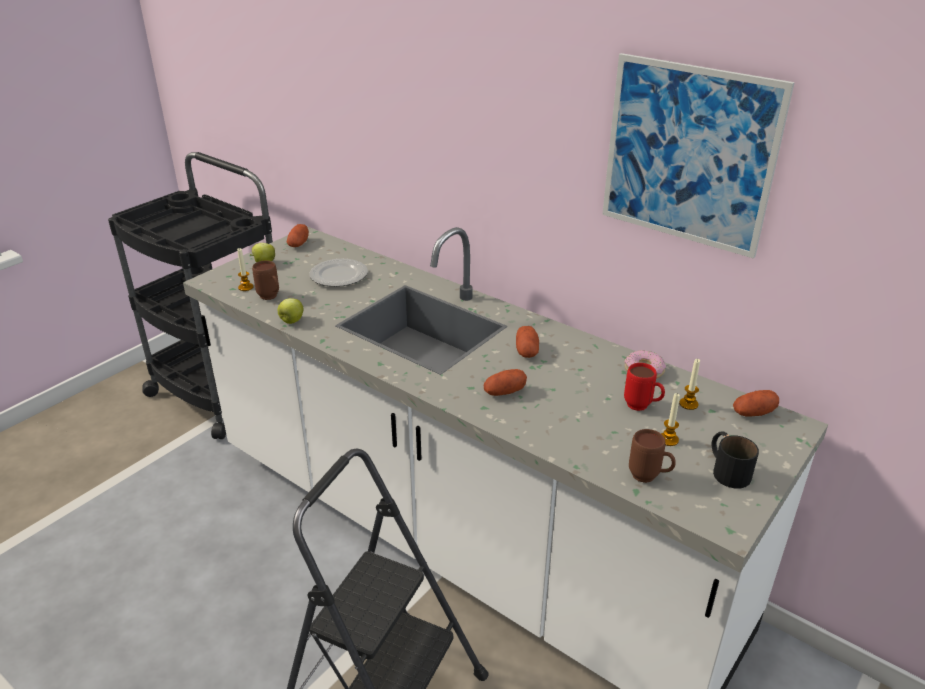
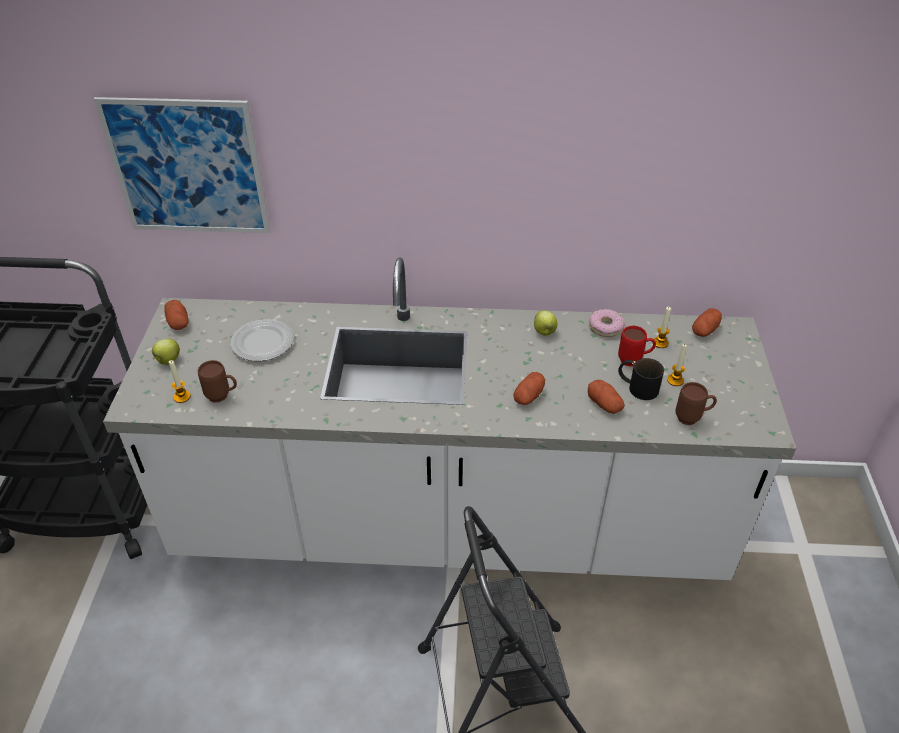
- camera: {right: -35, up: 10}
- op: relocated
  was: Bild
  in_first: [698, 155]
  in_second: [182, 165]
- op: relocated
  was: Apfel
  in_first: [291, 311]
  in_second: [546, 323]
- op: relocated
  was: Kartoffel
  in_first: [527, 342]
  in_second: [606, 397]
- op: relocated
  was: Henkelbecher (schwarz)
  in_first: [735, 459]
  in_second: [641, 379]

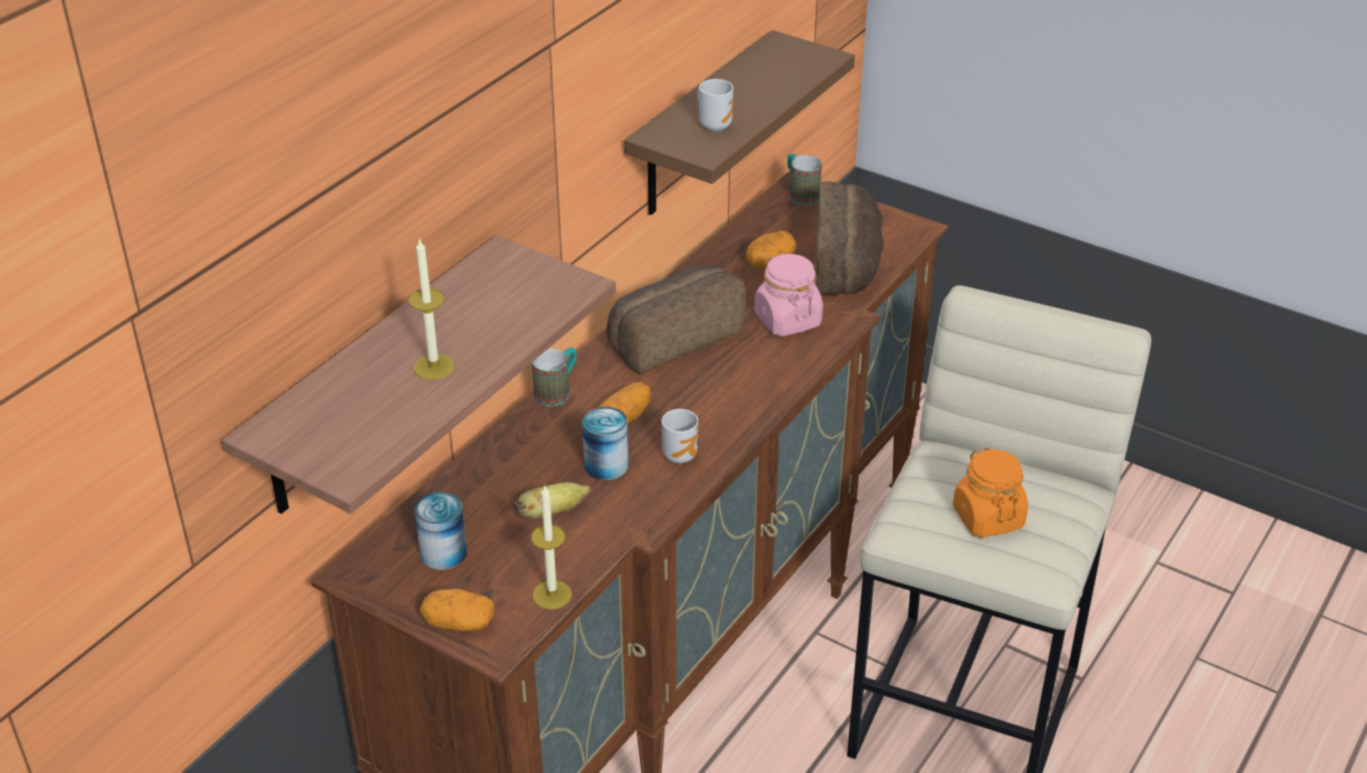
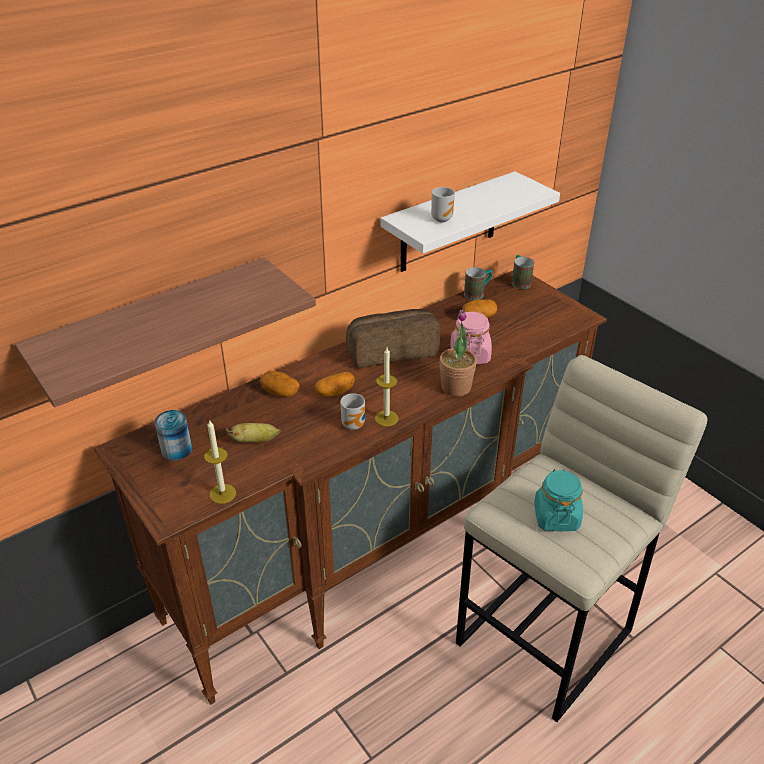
- camera: {right: 20, up: 0}
- op: colour
  was: Wandregal (braun)
  now: Wandregal (weiß)
  in_first: [739, 122]
  in_second: [470, 221]
- op: missing
  was: Brot
  in_first: [849, 238]
- op: relocated
  was: Kerze
  in_first: [431, 309]
  in_second: [387, 387]
- op: relocated
  was: Henkelbecher
  in_first: [554, 377]
  in_second: [478, 283]
- op: missing
  was: Dose
  in_first: [605, 443]
- op: colour
  was: Vorratsglas (orange)
  now: Vorratsglas (türkis)
  in_first: [990, 493]
  in_second: [558, 500]
- op: relocated
  was: Kartoffel
  in_first: [457, 610]
  in_second: [280, 384]
- op: appeared
  now: Topfpflanze
  in_second: [458, 353]

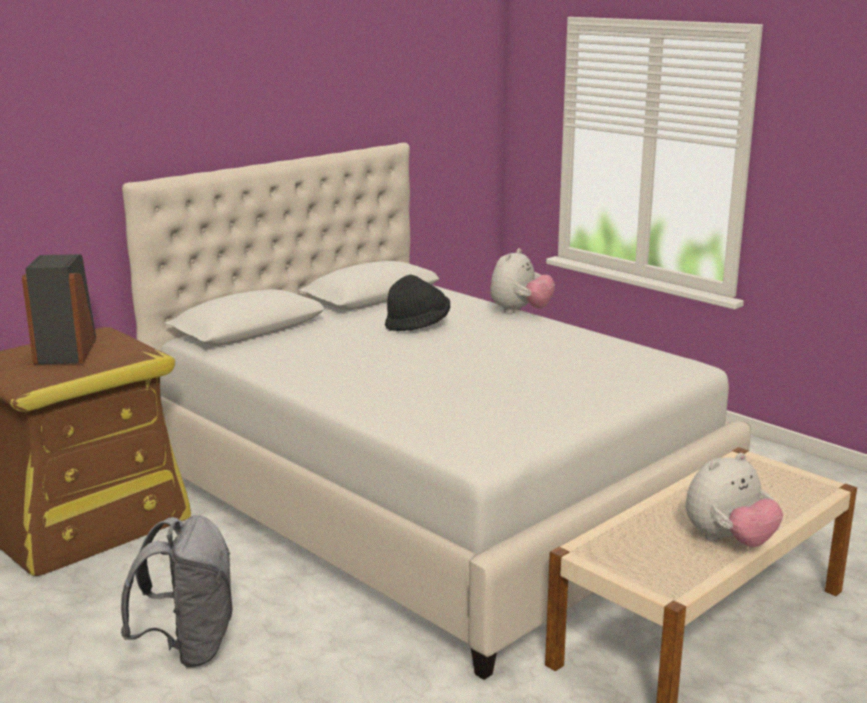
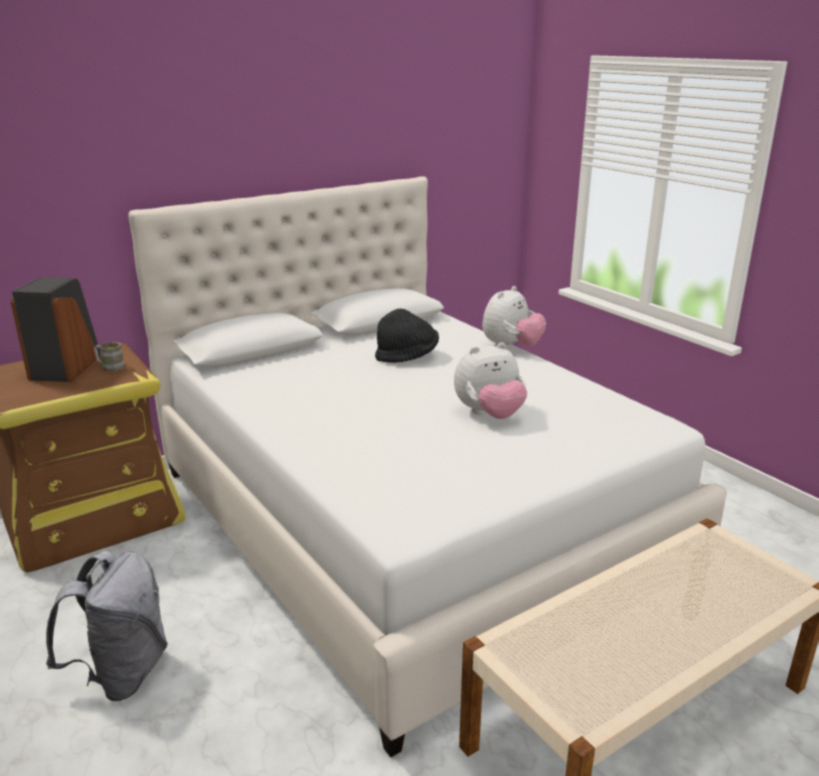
- camera: {right: 10, up: 5}
- op: relocated
  was: Plüschtier
  in_first: [734, 500]
  in_second: [490, 380]
- op: appeared
  now: Henkelbecher (braun)
  in_second: [109, 357]

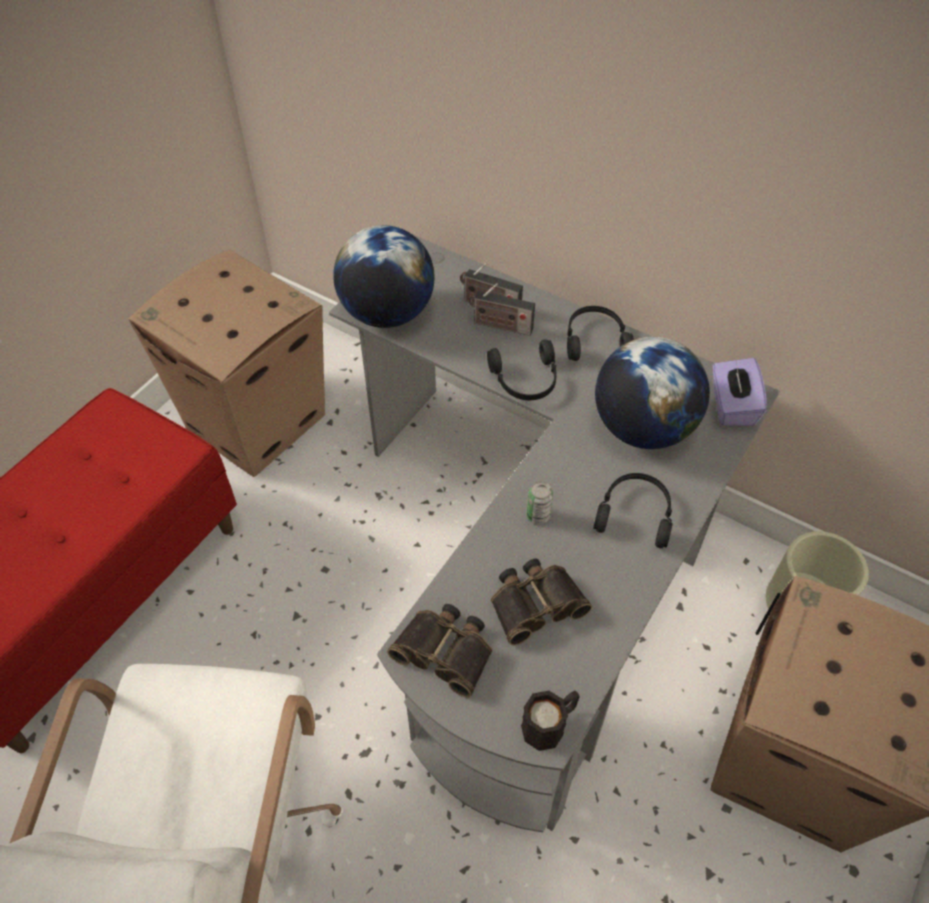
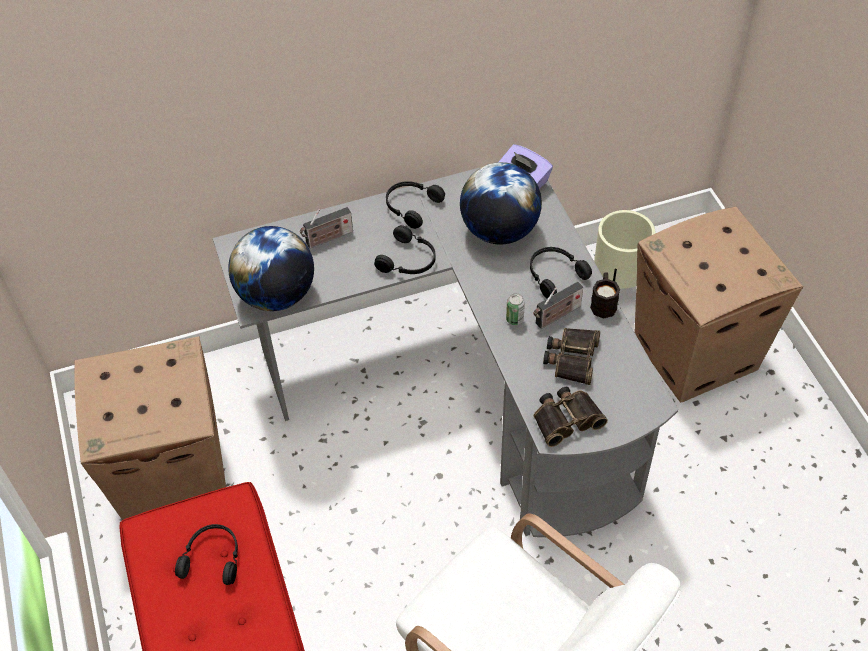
- camera: {right: -50, up: 0}
- op: relocated
  was: Radio
  in_first: [502, 309]
  in_second: [558, 305]
- op: relocated
  was: Henkelbecher (schwarz)
  in_first: [550, 721]
  in_second: [605, 295]
- op: appeared
  now: Kopfhörer (schwarz)
  in_second: [206, 554]

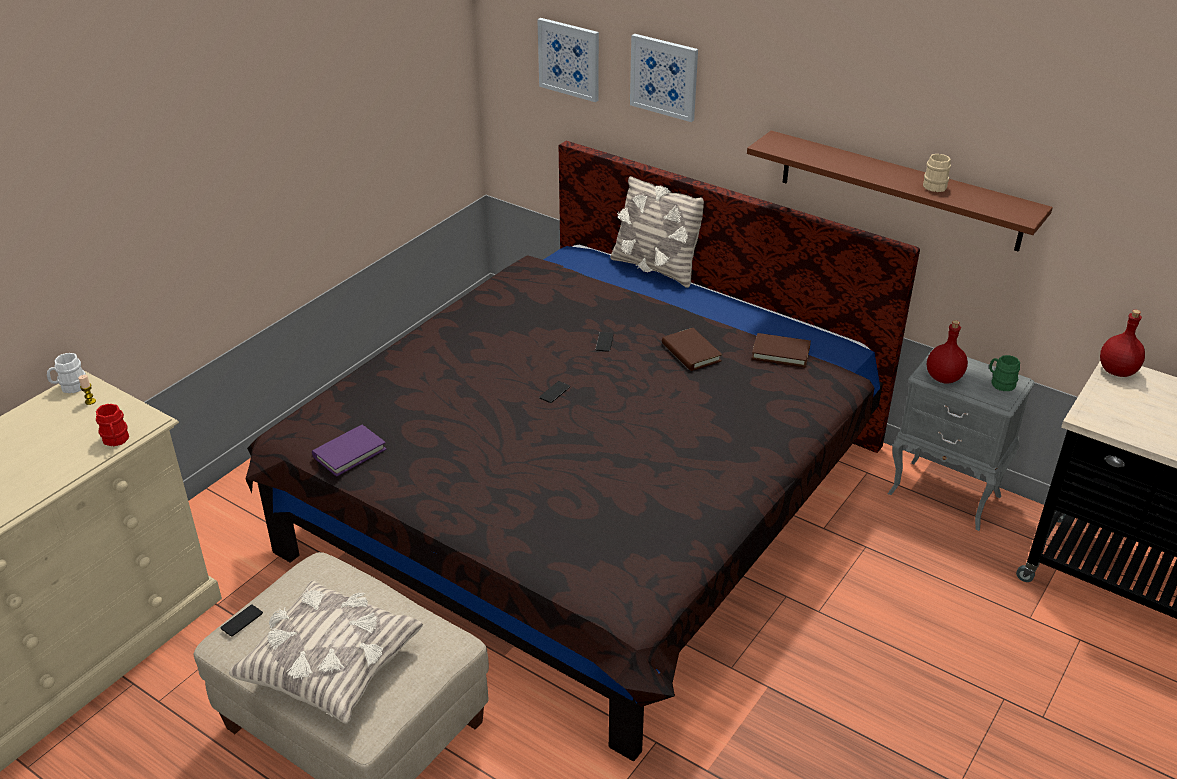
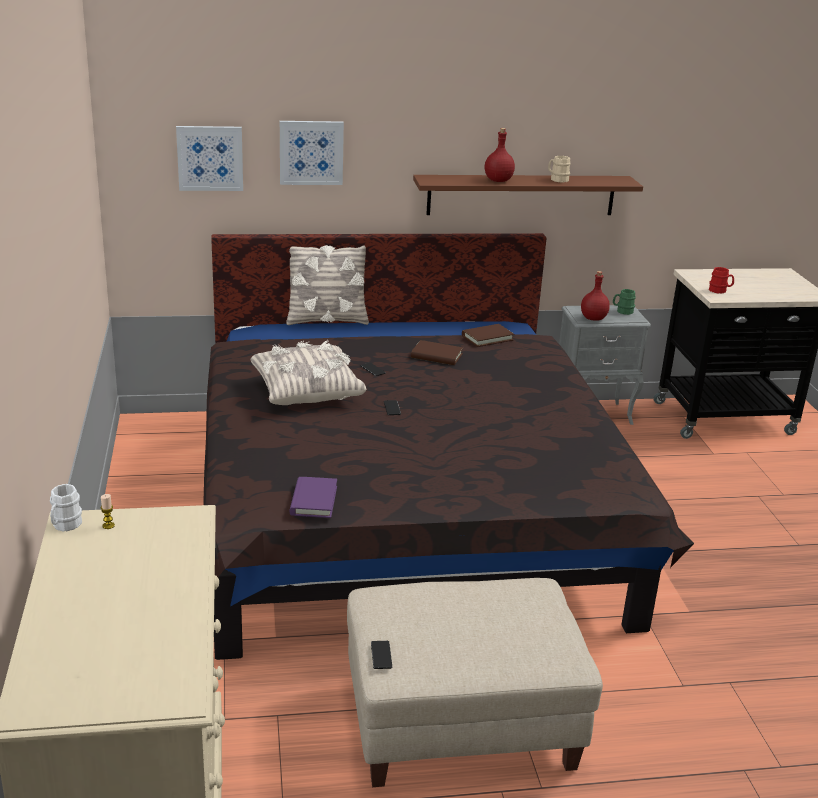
- camera: {right: -45, up: -10}
- op: relocated
  was: Flasche (rot)
  in_first: [1122, 343]
  in_second: [500, 155]
- op: relocated
  was: Henkelbecher (rot)
  in_first: [112, 425]
  in_second: [721, 280]
- op: relocated
  was: Kissen (beige)
  in_first: [326, 652]
  in_second: [308, 372]

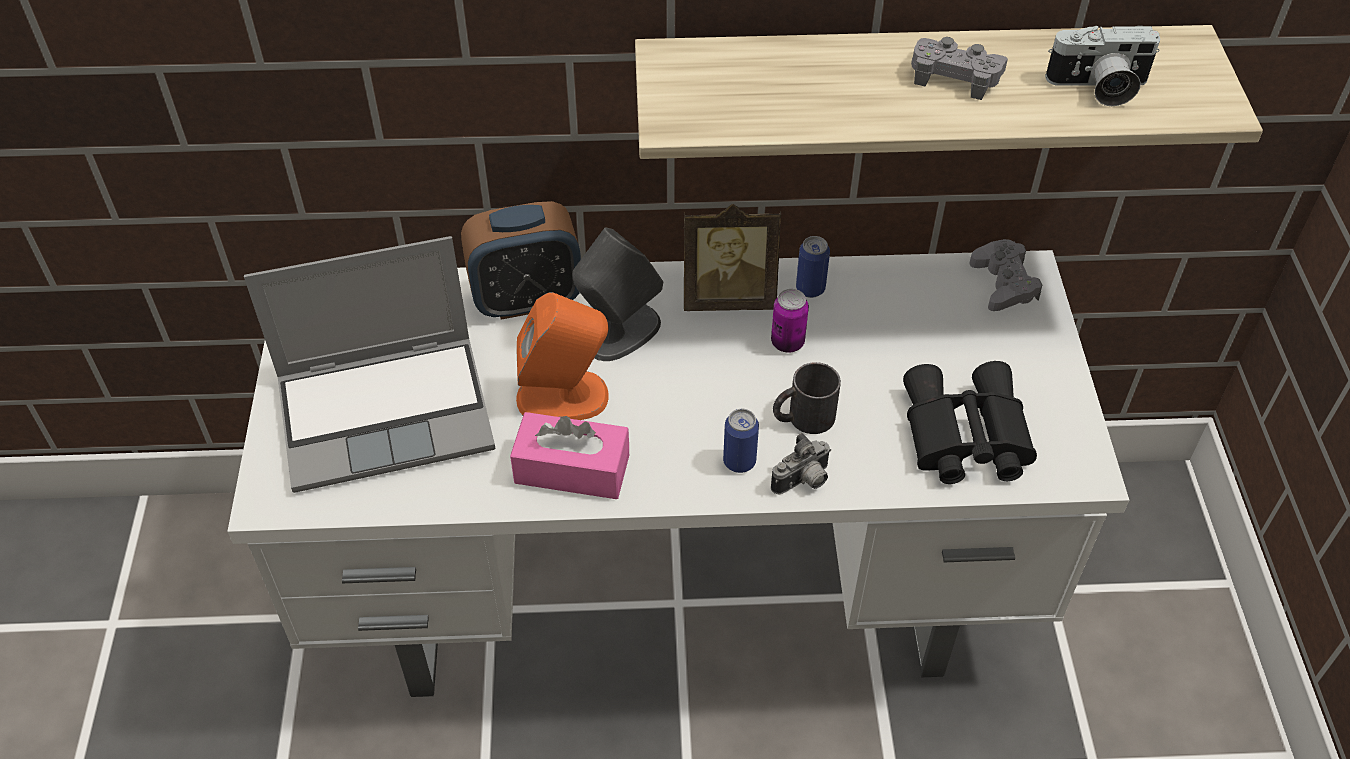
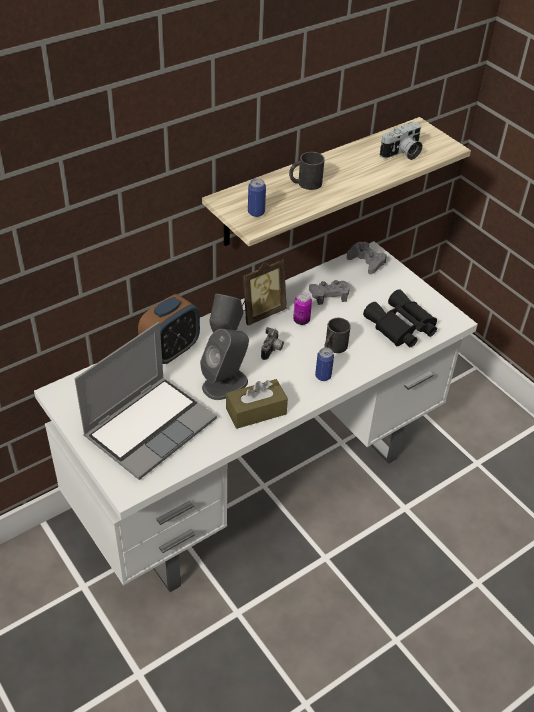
- camera: {right: -35, up: -5}
- op: relocated
  was: Gamepad (grau)
  in_first: [959, 68]
  in_second: [329, 292]
- op: relocated
  was: Dose
  in_first: [813, 267]
  in_second: [257, 197]
- op: colour
  was: Lautsprecher (orange)
  now: Lautsprecher (grau)
  in_first: [562, 356]
  in_second: [224, 364]
- op: colour
  was: Taschentuchbox (rosa)
  now: Taschentuchbox (braun)
  in_first: [569, 455]
  in_second: [257, 404]
- op: relocated
  was: Kamera
  in_first: [801, 464]
  in_second: [272, 343]
- op: appeared
  now: Henkelbecher (schwarz)
  in_second: [307, 171]

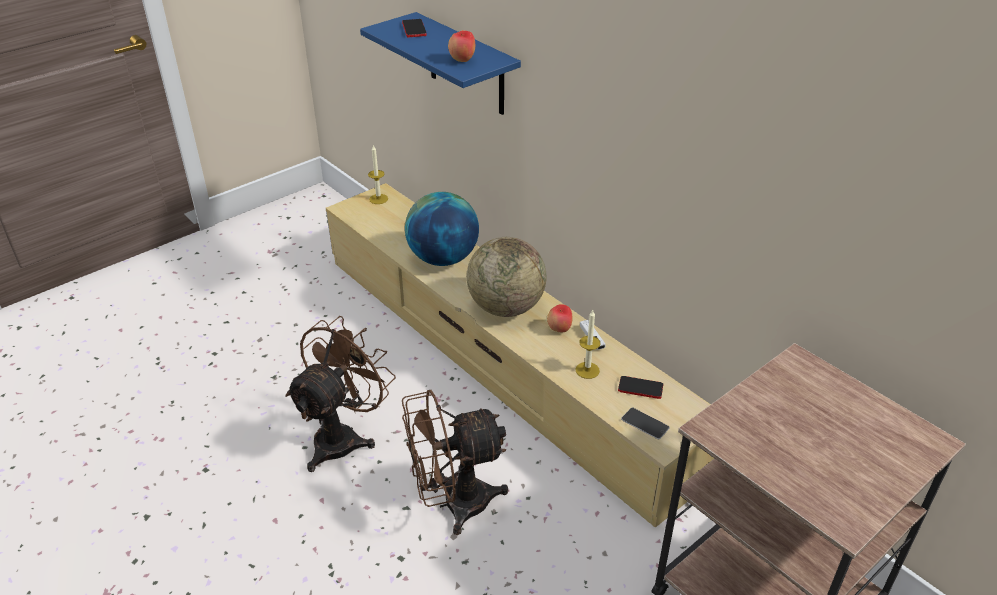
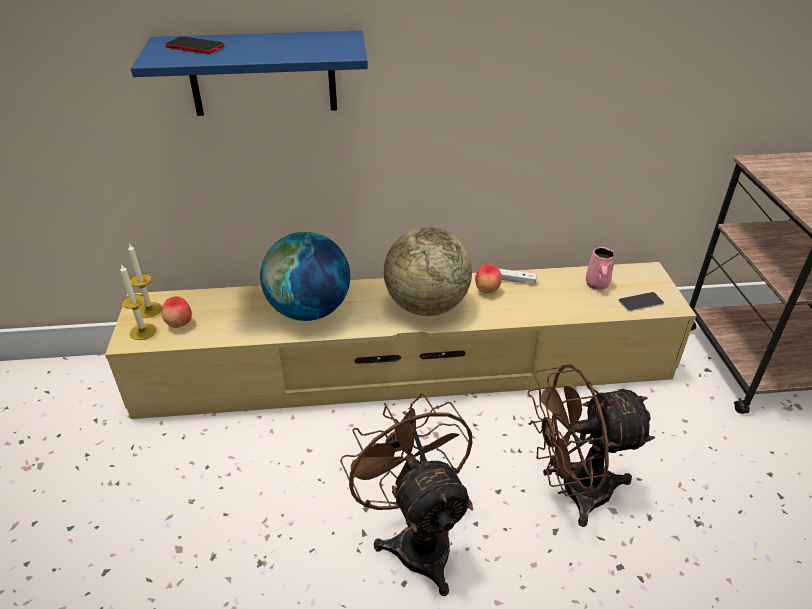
- camera: {right: -55, up: 0}
- op: relocated
  was: Apfel
  in_first: [461, 46]
  in_second: [177, 312]
- op: relocated
  was: Kerze
  in_first: [588, 344]
  in_second: [138, 302]
- op: exchanged
  was: Handy
  now: Henkelbecher (rosa)
  in_first: [640, 387]
  in_second: [600, 268]
- op: spun
  was: Ventilator (braun)
  in_first: [455, 462]
  in_second: [591, 445]
  clockwise: 60

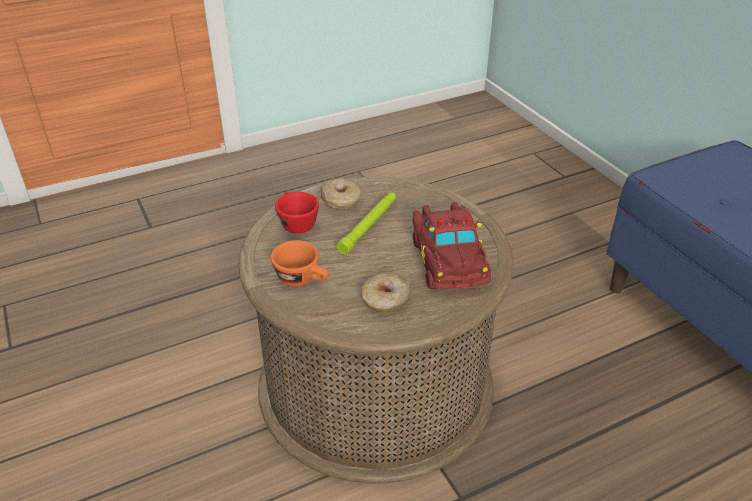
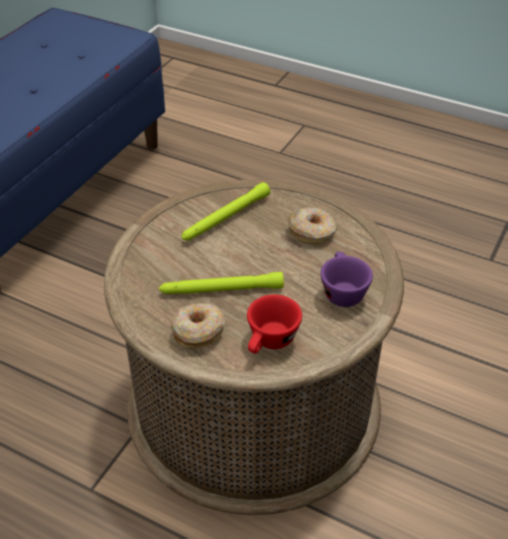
- camera: {right: -125, up: 5}
- op: exchanged
  was: Spielzeugauto (rot)
  now: Taschenlampe (grün)
  in_first: [451, 245]
  in_second: [226, 211]
- op: colour
  was: Tasse (orange)
  now: Tasse (lila)
  in_first: [300, 263]
  in_second: [346, 279]

